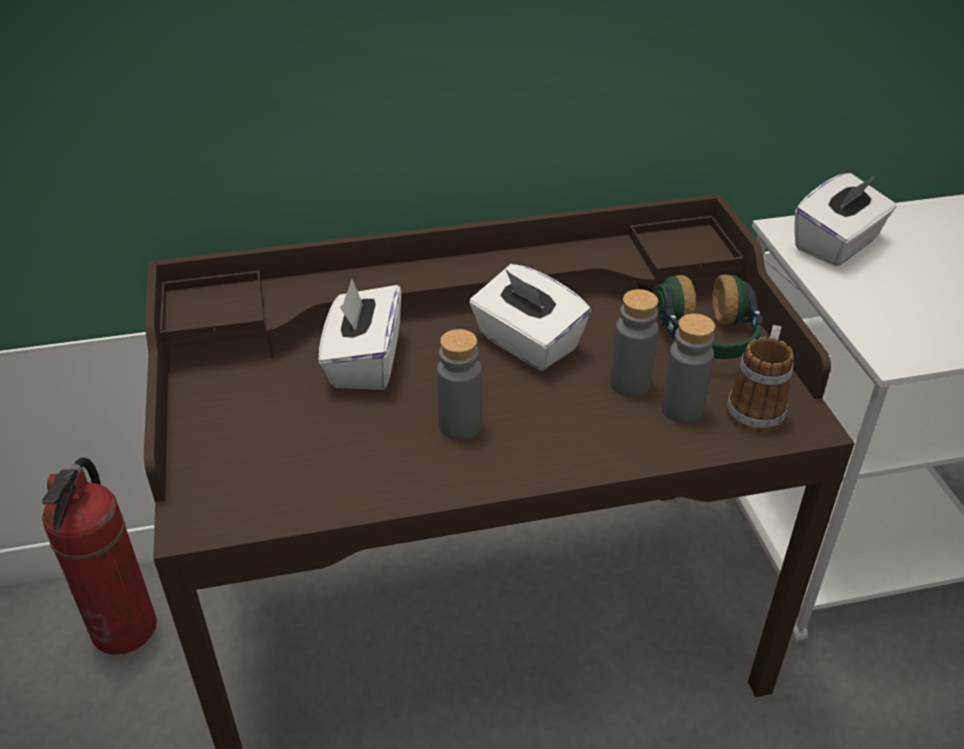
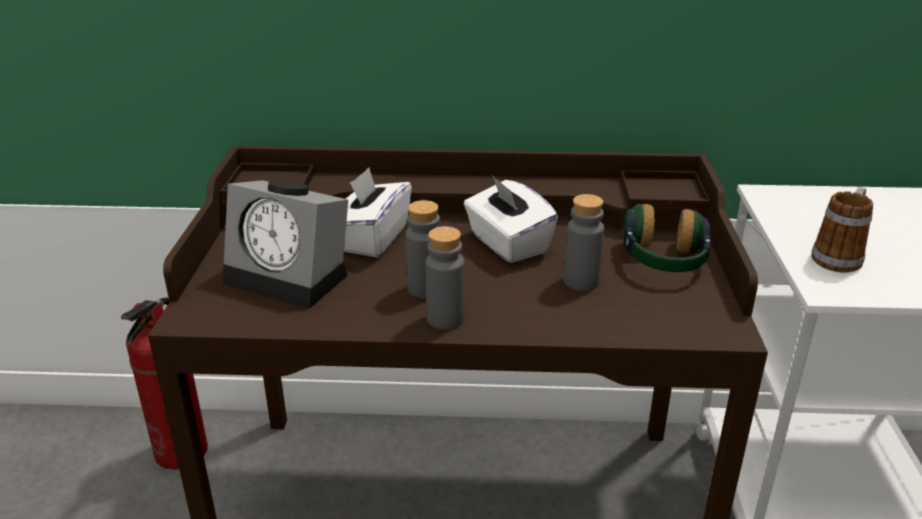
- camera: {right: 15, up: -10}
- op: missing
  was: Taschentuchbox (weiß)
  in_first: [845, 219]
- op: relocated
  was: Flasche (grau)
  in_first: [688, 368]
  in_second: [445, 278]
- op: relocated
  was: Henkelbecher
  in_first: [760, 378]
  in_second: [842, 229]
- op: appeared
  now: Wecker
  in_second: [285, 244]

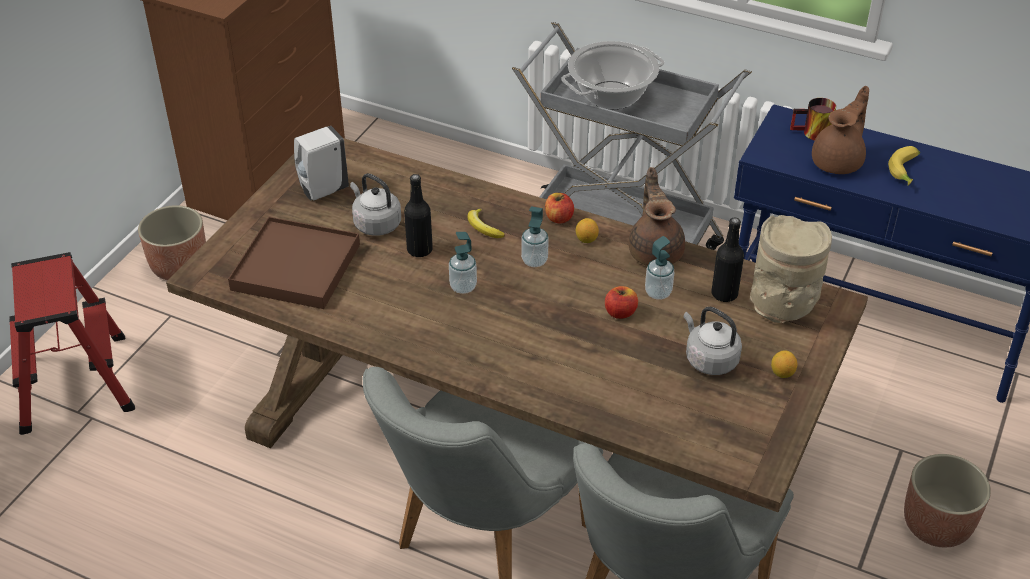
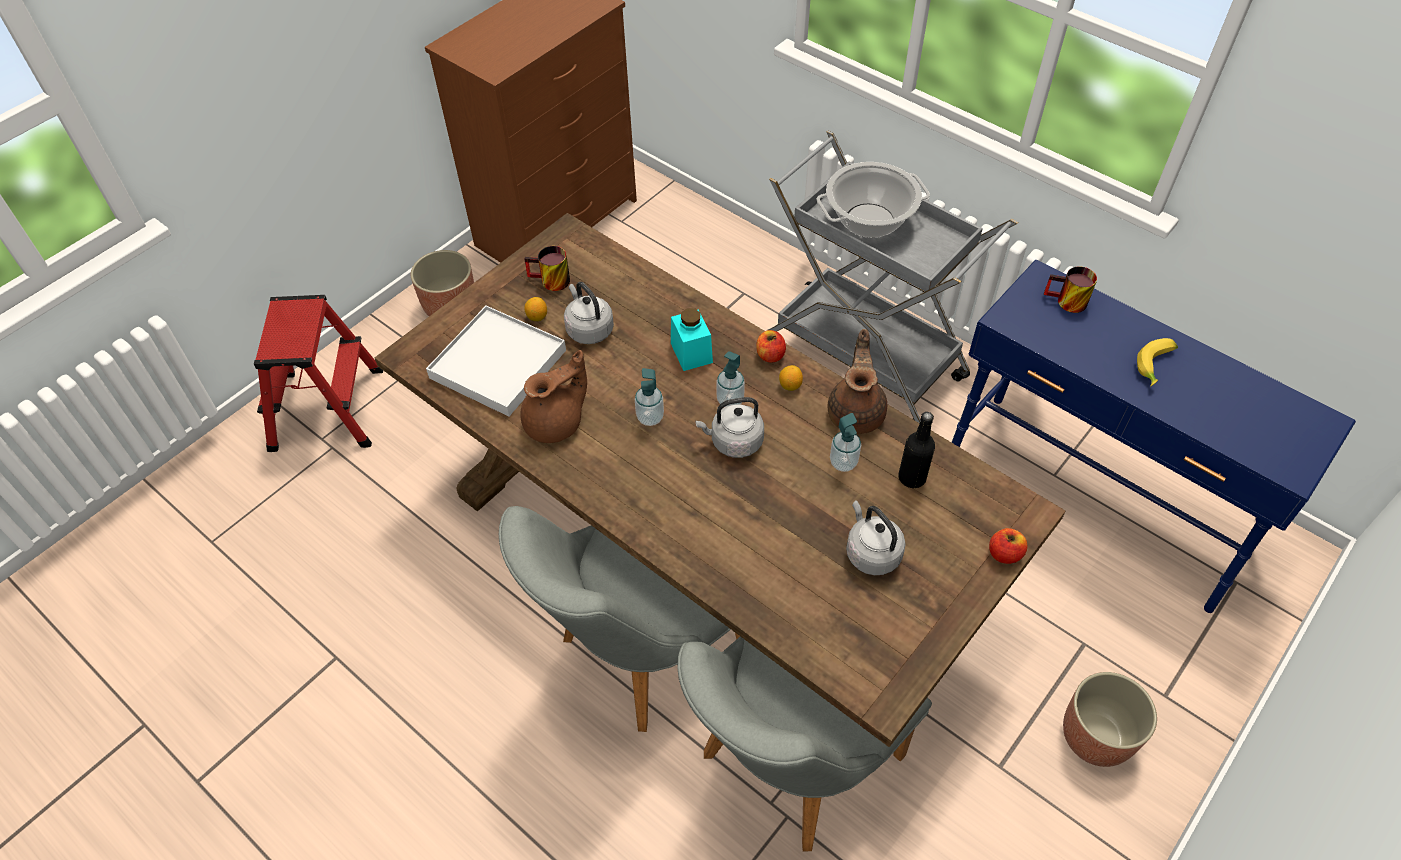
- camera: {right: 15, up: 10}
- op: relocated
  was: Teekanne (braun)
  in_first: [840, 130]
  in_second: [553, 396]
- op: exchanged
  was: Seifenspender (weiß)
  now: Henkelbecher
  in_first: [321, 163]
  in_second: [547, 268]
- op: missing
  was: Flasche (schwarz)
  in_first: [418, 215]
- op: exchanged
  was: Banane
  now: Vorratsglas (türkis)
  in_first: [486, 223]
  in_second: [692, 339]
- op: missing
  was: Vase (beige)
  in_first: [791, 269]
- op: colour
  was: Tablett (braun)
  now: Tablett (weiß)
  in_first: [294, 263]
  in_second: [496, 361]
- op: relocated
  was: Apfel
  in_first: [621, 302]
  in_second: [1008, 546]
- op: relocated
  was: Zitrone
  in_first: [784, 364]
  in_second: [535, 309]
- op: appeared
  now: Wasserkessel (grau)
  in_second: [729, 427]

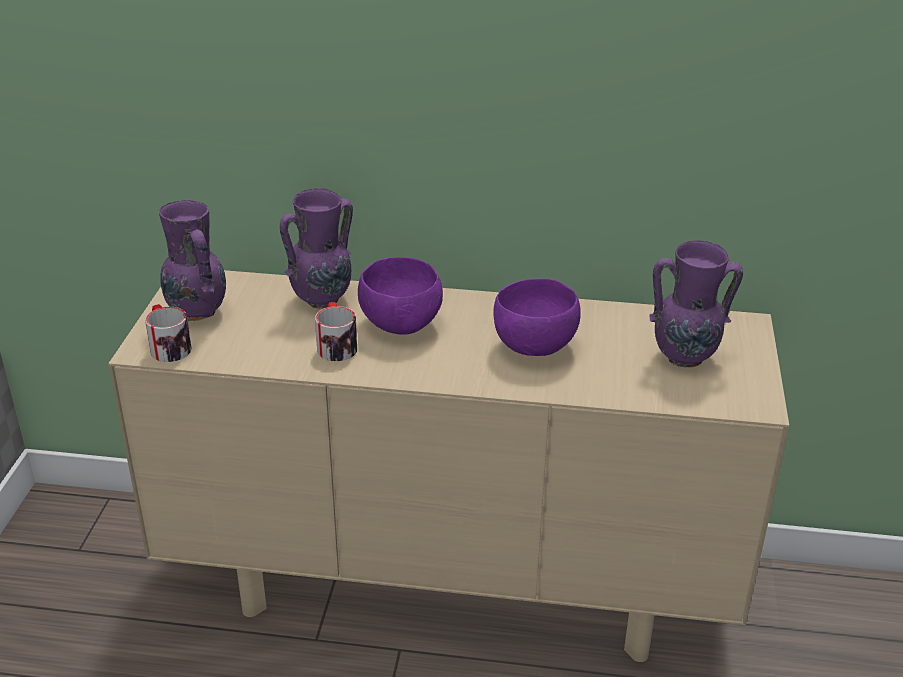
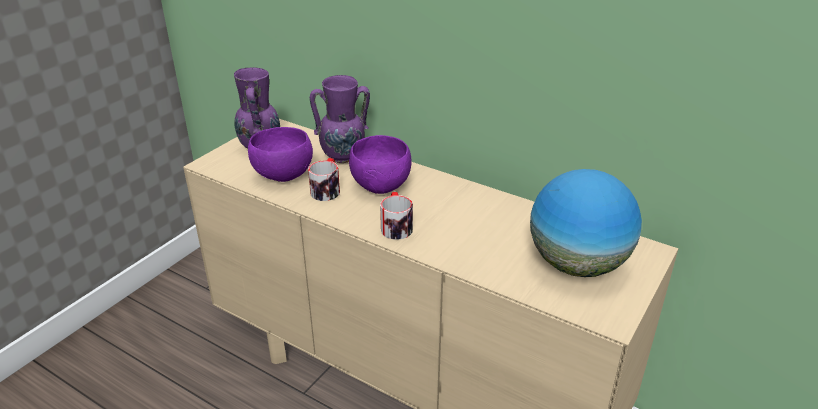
- camera: {right: 25, up: 0}
- op: exchanged
  was: Vase (lila)
  now: Globus
  in_first: [696, 304]
  in_second: [586, 223]
- op: relocated
  was: Schüssel (lila)
  in_first: [537, 317]
  in_second: [280, 154]
- op: relocated
  was: Henkelbecher
  in_first: [168, 333]
  in_second: [396, 216]

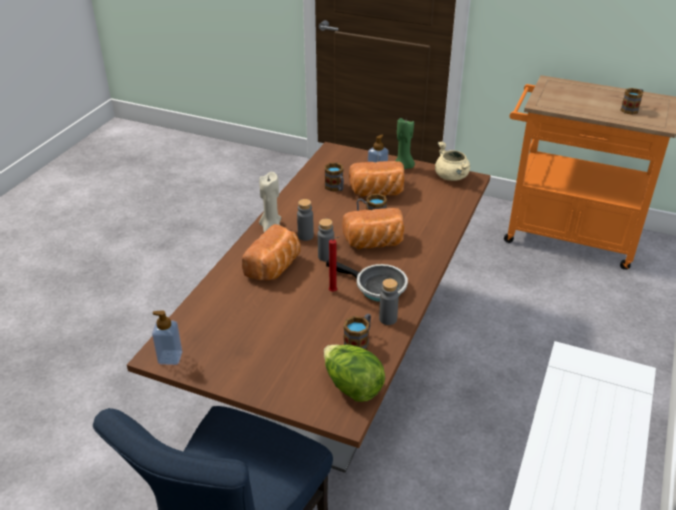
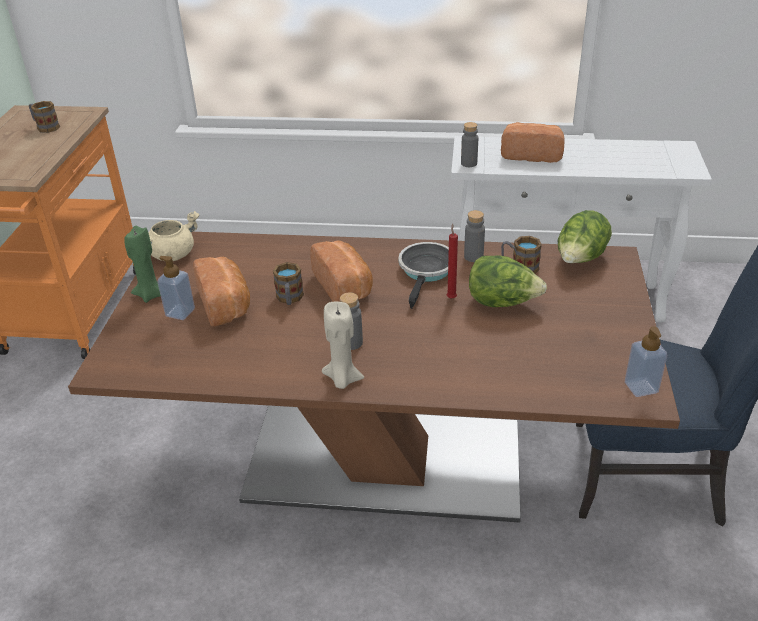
- camera: {right: -105, up: 0}
- op: missing
  was: Henkelbecher
  in_first: [334, 177]
- op: relocated
  was: Flasche (grau)
  in_first: [326, 240]
  in_second: [469, 144]
- op: relocated
  was: Brot
  in_first: [271, 252]
  in_second: [533, 142]
- op: appeared
  now: Salatkopf
  in_second: [508, 281]

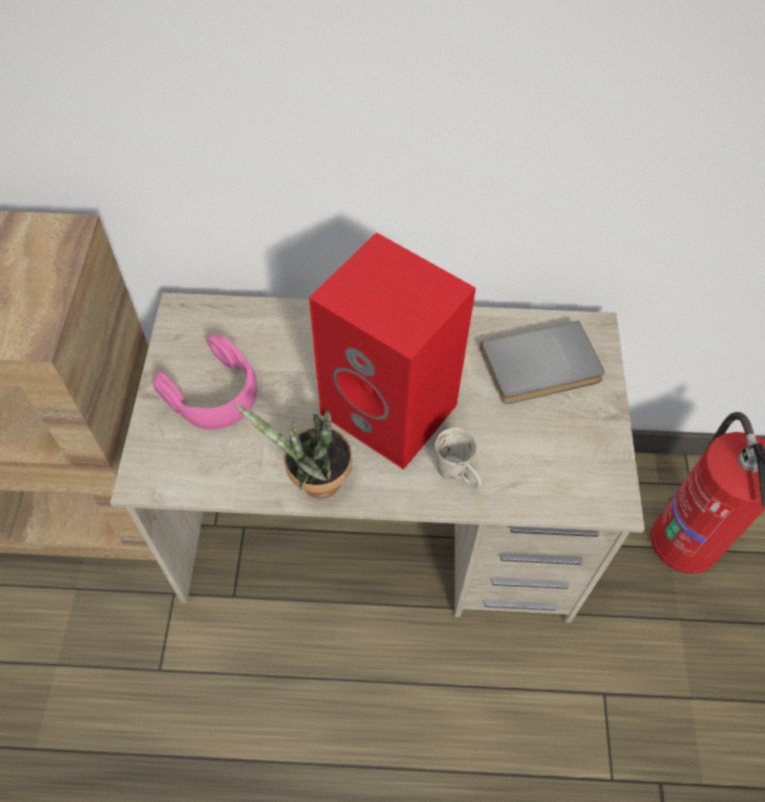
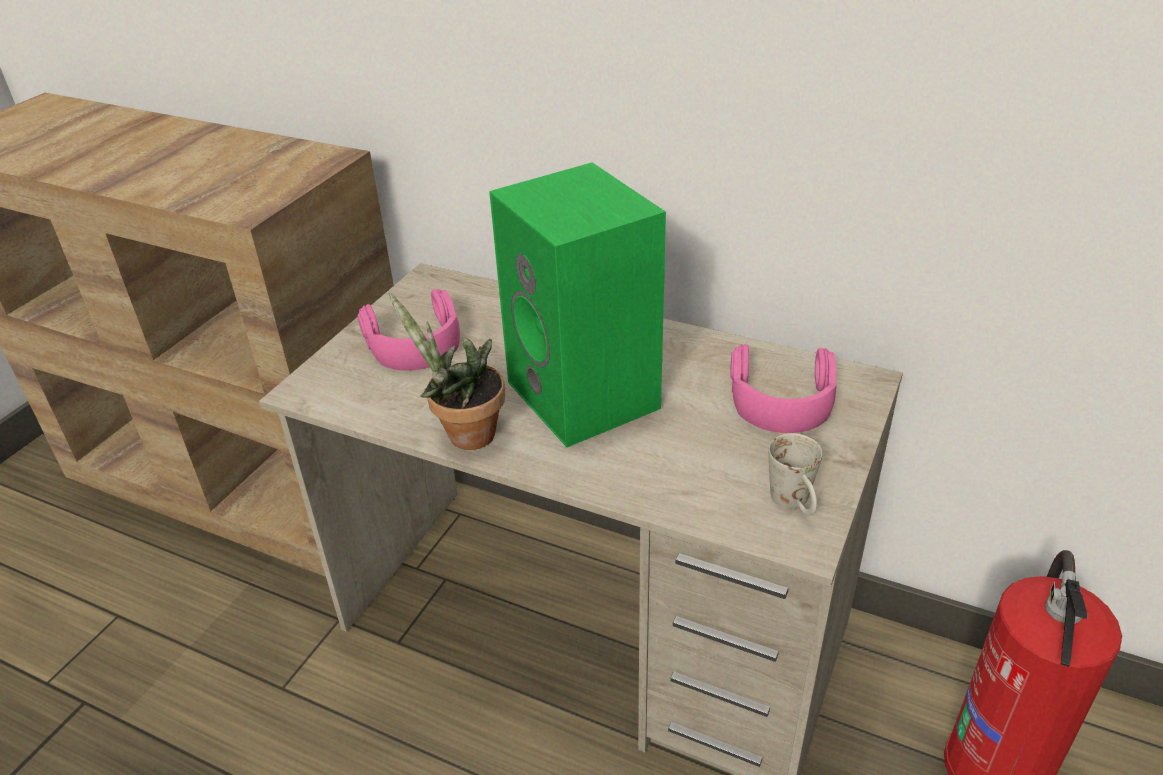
- camera: {right: 25, up: -20}
- op: colour
  was: Lautsprecher (rot)
  now: Lautsprecher (grün)
  in_first: [392, 351]
  in_second: [577, 304]
- op: exchanged
  was: Buch (grau)
  now: Kopfhörer (rosa)
  in_first: [542, 362]
  in_second: [783, 388]
- op: relocated
  was: Henkelbecher (weiß)
  in_first: [458, 458]
  in_second: [795, 474]

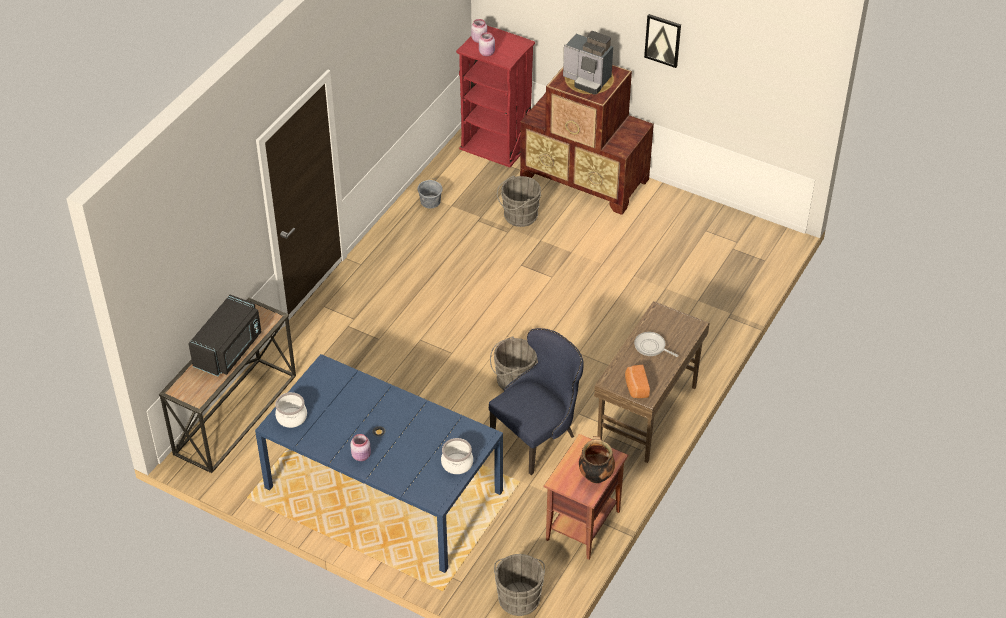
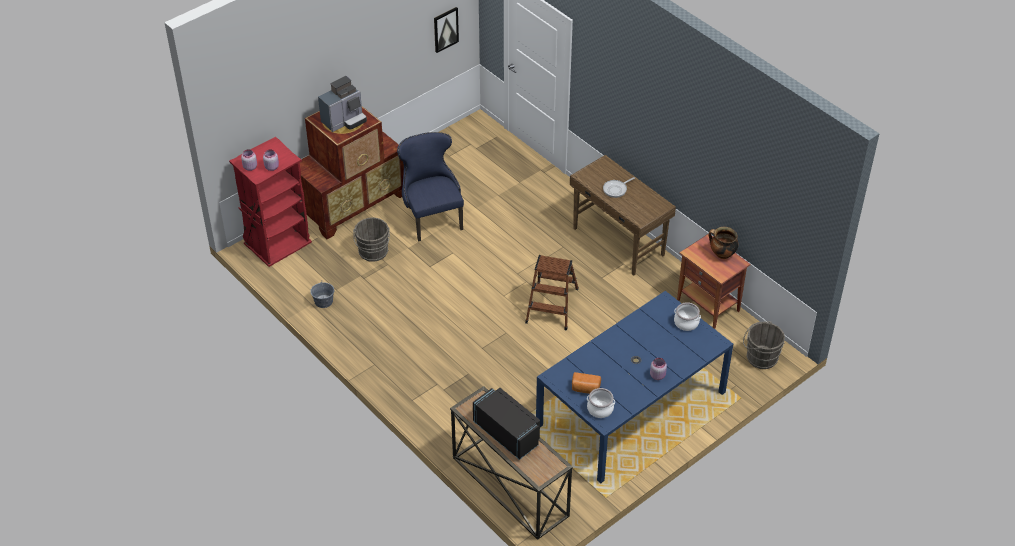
- camera: {right: -70, up: 0}
- op: relocated
  was: Bild
  in_first: [662, 41]
  in_second: [446, 30]
- op: relocated
  was: Stuhl (blau)
  in_first: [536, 401]
  in_second: [430, 187]
- op: exchanged
  was: Eimer (grau)
  now: Trittleiter (braun)
  in_first: [513, 363]
  in_second: [552, 293]
- op: relocated
  was: Brot
  in_first: [637, 381]
  in_second: [586, 383]

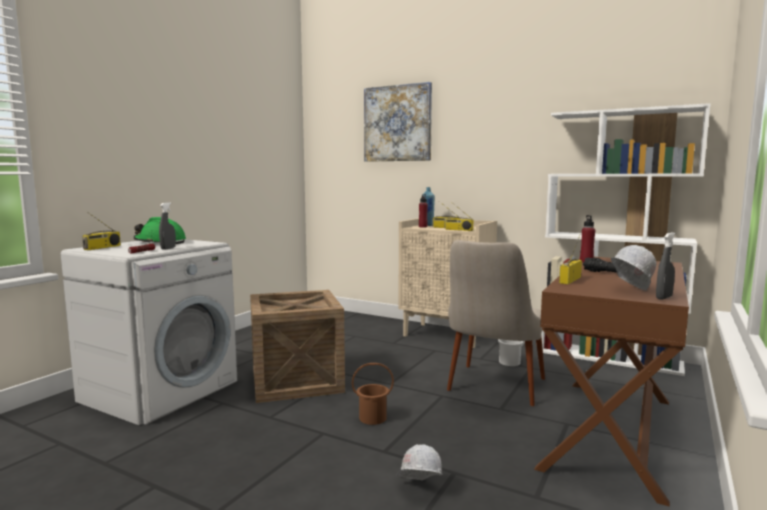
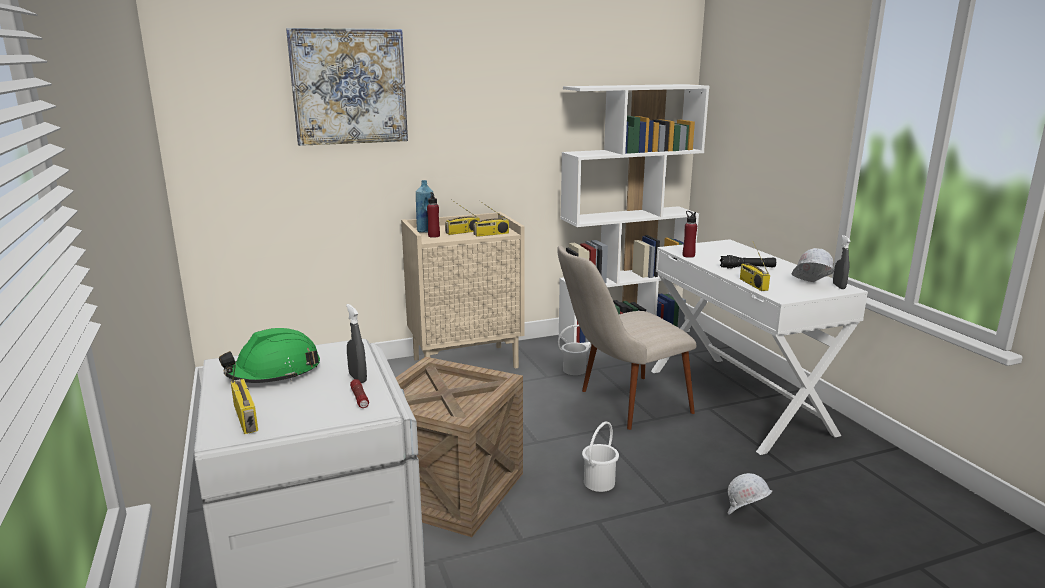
- camera: {right: -50, up: 10}
- op: spun
  was: Stuhl (beige)
  in_first: [496, 323]
  in_second: [626, 338]
  clockwise: 90
- op: colour
  was: Schreibtisch (braun)
  now: Schreibtisch (weiß)
  in_first: [611, 382]
  in_second: [759, 347]
- op: colour
  was: Eimer (braun)
  now: Eimer (weiß)
  in_first: [373, 394]
  in_second: [600, 456]

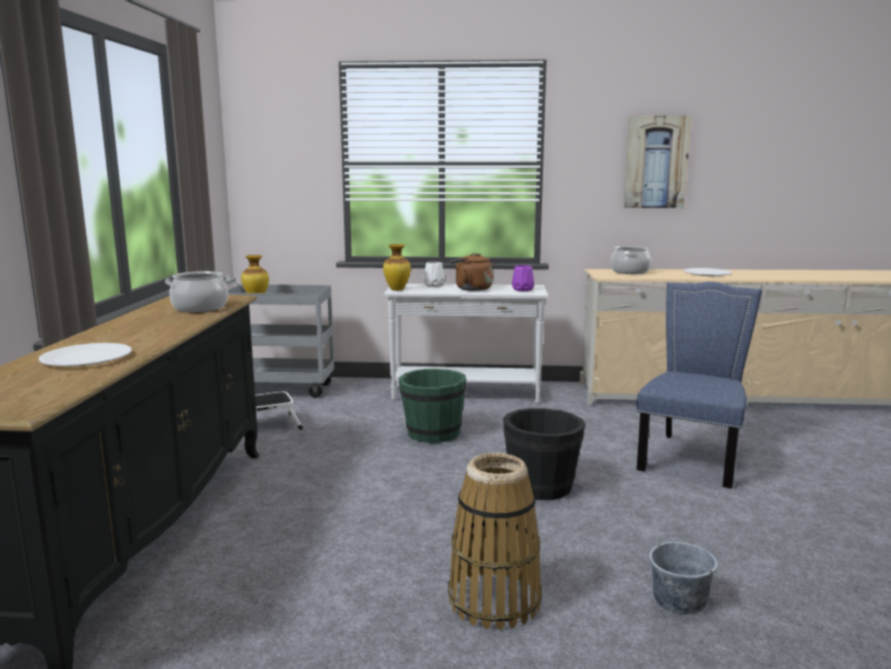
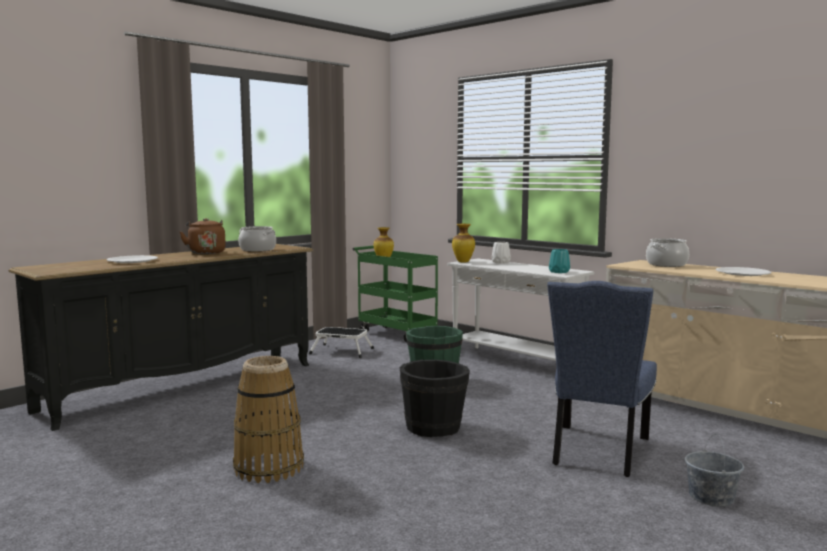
- camera: {right: 40, up: -5}
- op: missing
  was: Bild
  in_first: [657, 162]
- op: relocated
  was: Wasserkessel (braun)
  in_first: [471, 272]
  in_second: [203, 236]
- op: colour
  was: Vase (lila)
  now: Vase (türkis)
  in_first: [523, 278]
  in_second: [559, 261]
- op: colour
  was: Rollwagen (grau)
  now: Rollwagen (grün)
  in_first: [280, 337]
  in_second: [395, 294]
- op: spun
  was: Stuhl (blau)
  in_first: [699, 385]
  in_second: [602, 379]
  clockwise: 135
- op: relocated
  was: Eimer (grau)
  in_first: [683, 569]
  in_second: [714, 470]

